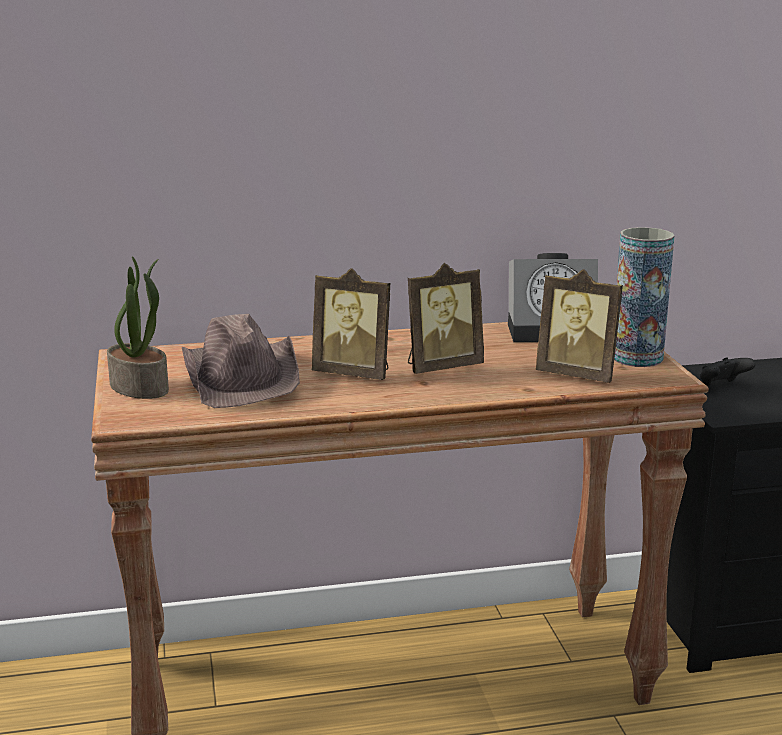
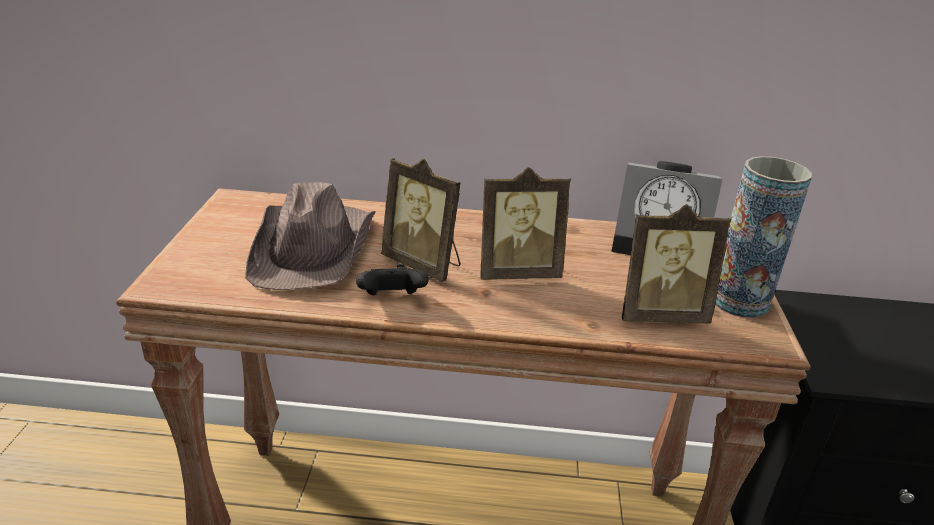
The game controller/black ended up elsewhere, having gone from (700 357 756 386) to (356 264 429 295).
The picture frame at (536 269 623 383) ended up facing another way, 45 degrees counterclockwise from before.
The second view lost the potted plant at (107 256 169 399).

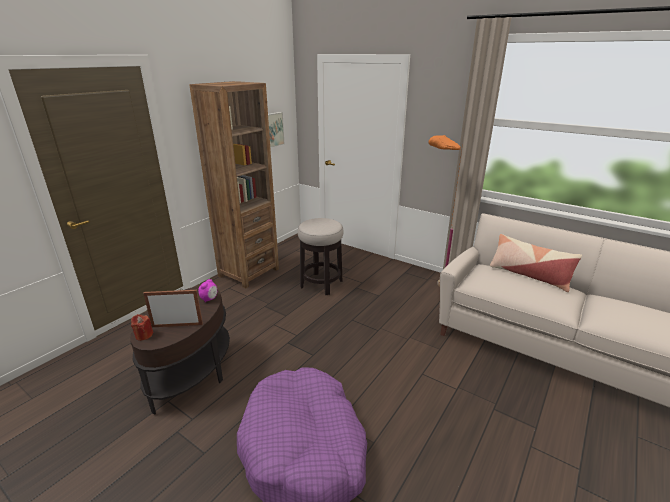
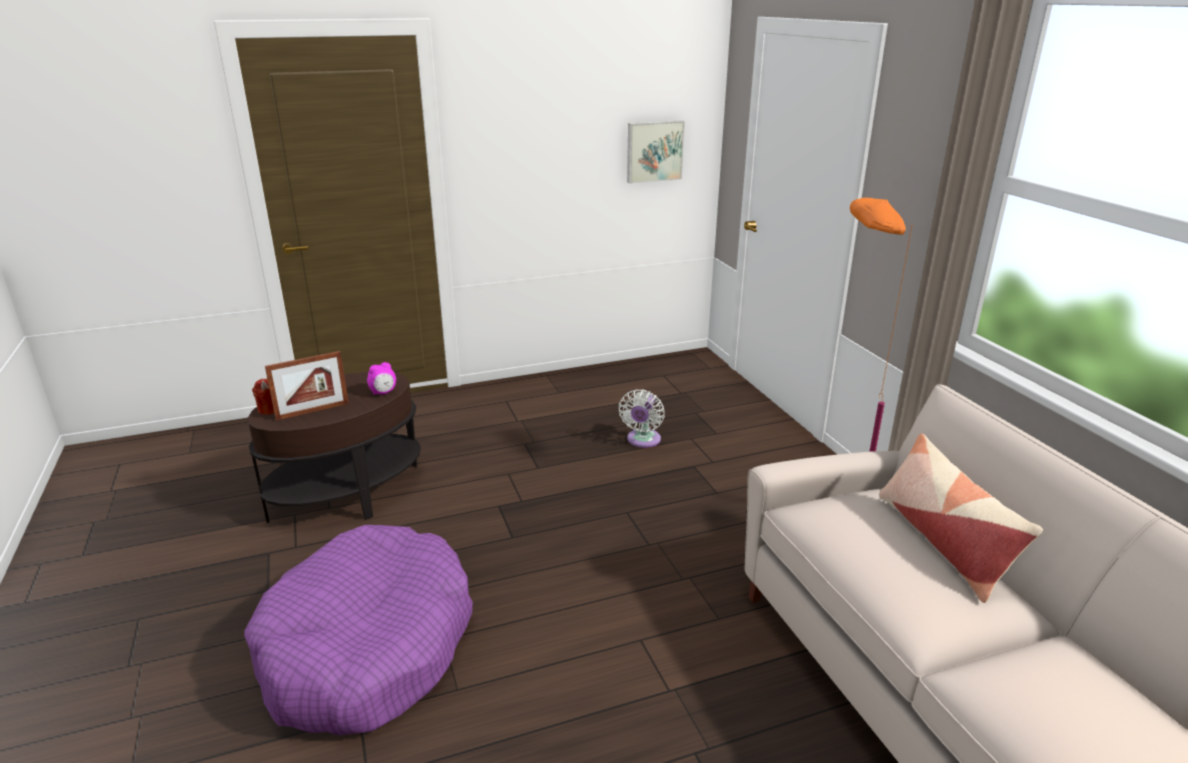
The picture frame at (143 290 203 327) ended up facing another way, 120 degrees clockwise from before.
Where the stool stood at (298 218 344 295), the fan/white came to stand at (618 389 665 448).
The second view lost the bookcase/brown at (189 81 279 289).

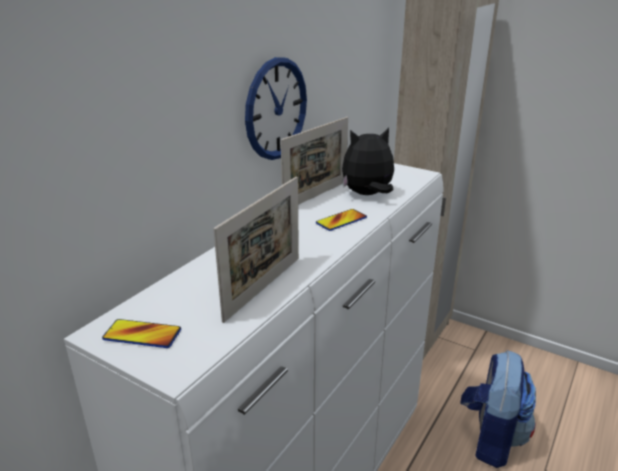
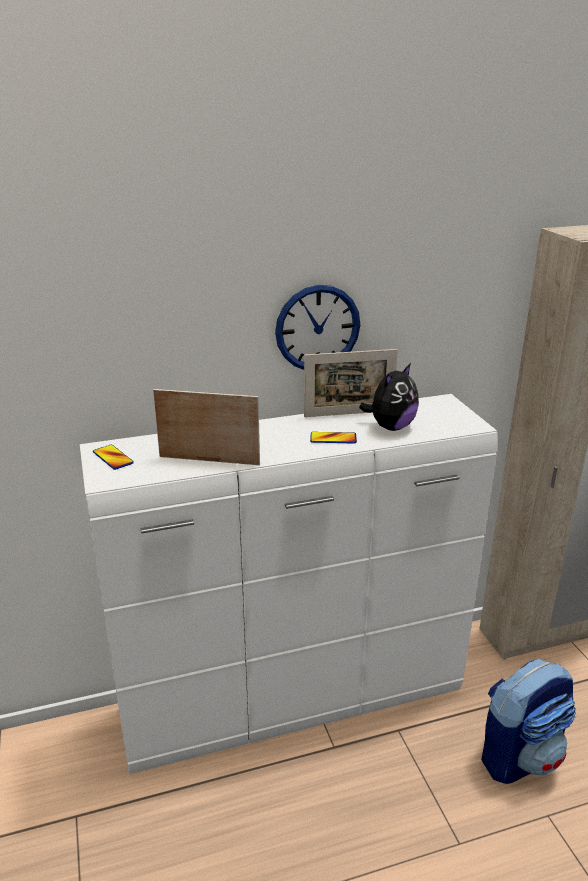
The picture frame at (213 177 299 323) ended up facing another way, 150 degrees counterclockwise from before.
The plush toy at (342 128 394 195) ended up facing another way, 105 degrees clockwise from before.

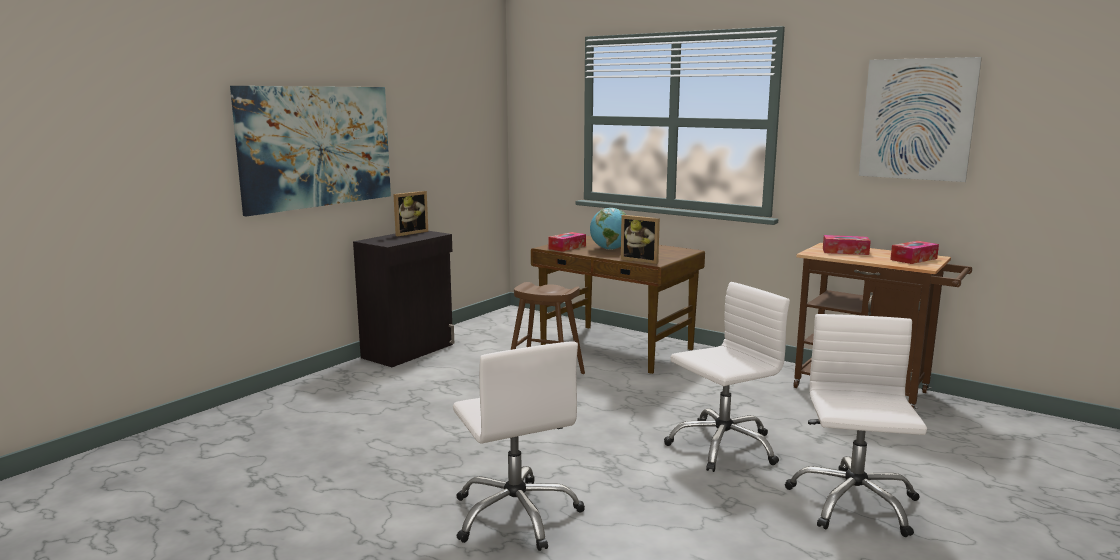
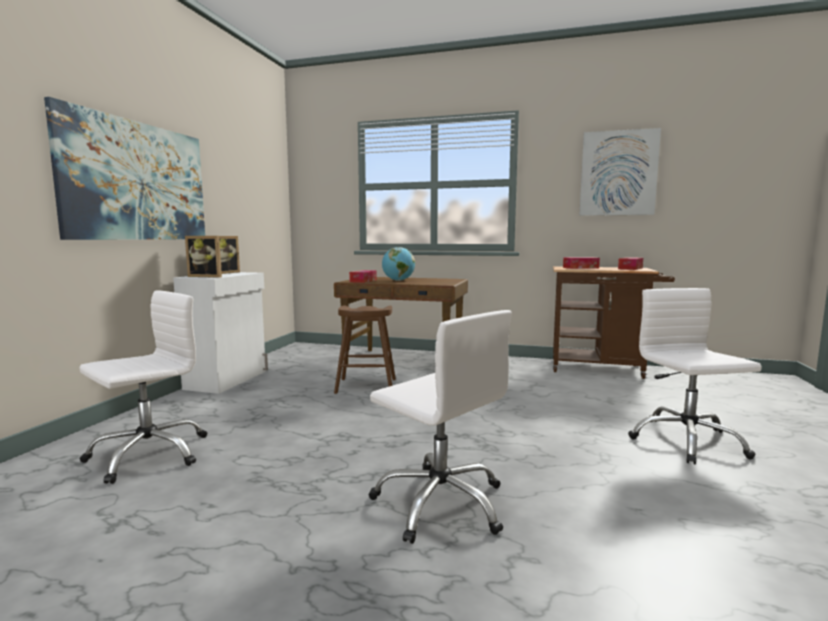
The office chair/white ended up elsewhere, having gone from (664 282 790 472) to (79 290 207 484).
What was the cabinet/black at (353 231 454 367) turned into the cabinet/white at (173 272 268 394).
The picture frame ended up elsewhere, having gone from (621 215 660 264) to (185 236 222 278).

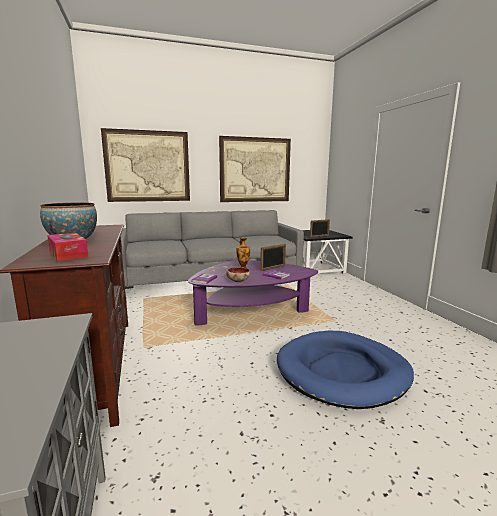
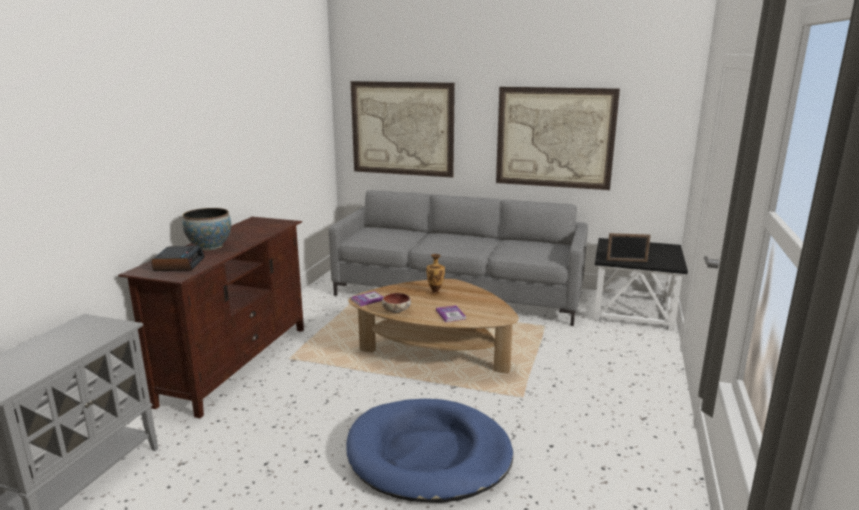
Where the tissue box stood at (47 233 88 261), the alarm clock came to stand at (151 246 205 271).
What was the coffee table/purple at (188 260 318 326) turned into the coffee table/brown at (348 279 519 373).
The second view lost the picture frame at (260 244 286 271).

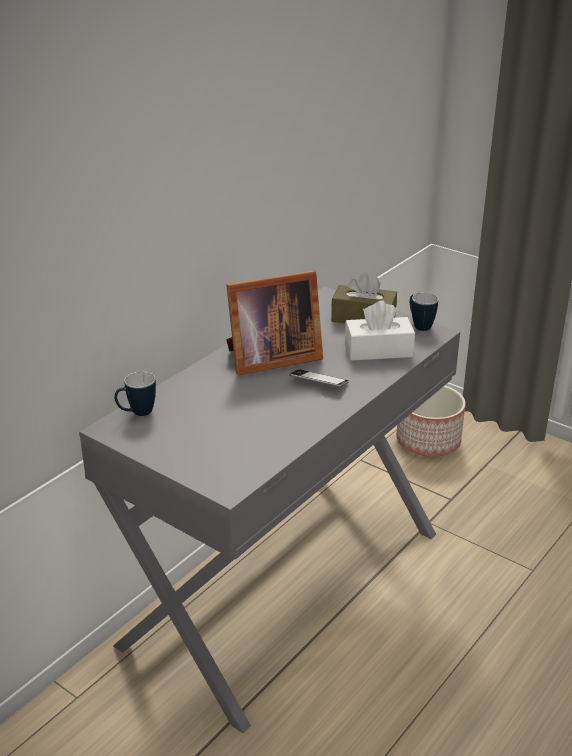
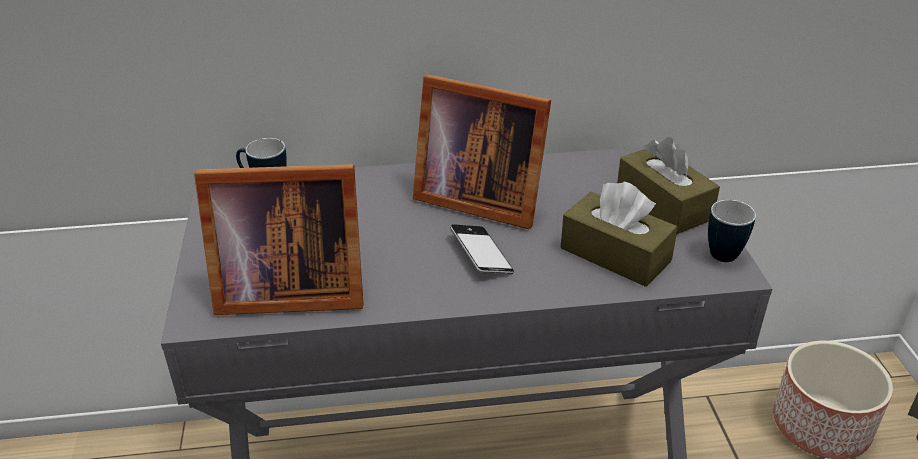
The second view gained the picture frame at (194 164 363 315).
What was the tissue box/white at (345 301 415 361) turned into the tissue box/brown at (561 182 678 287).

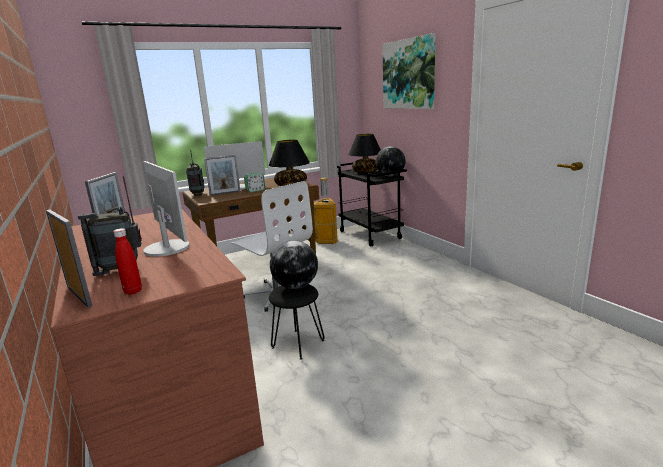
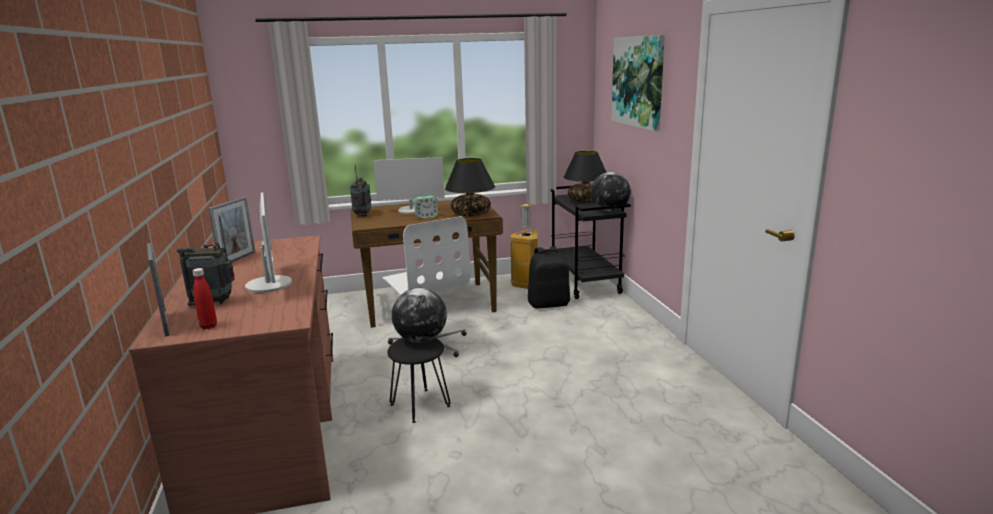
The second view gained the backpack/black at (528 246 570 308).
The second view lost the picture frame at (204 155 240 196).

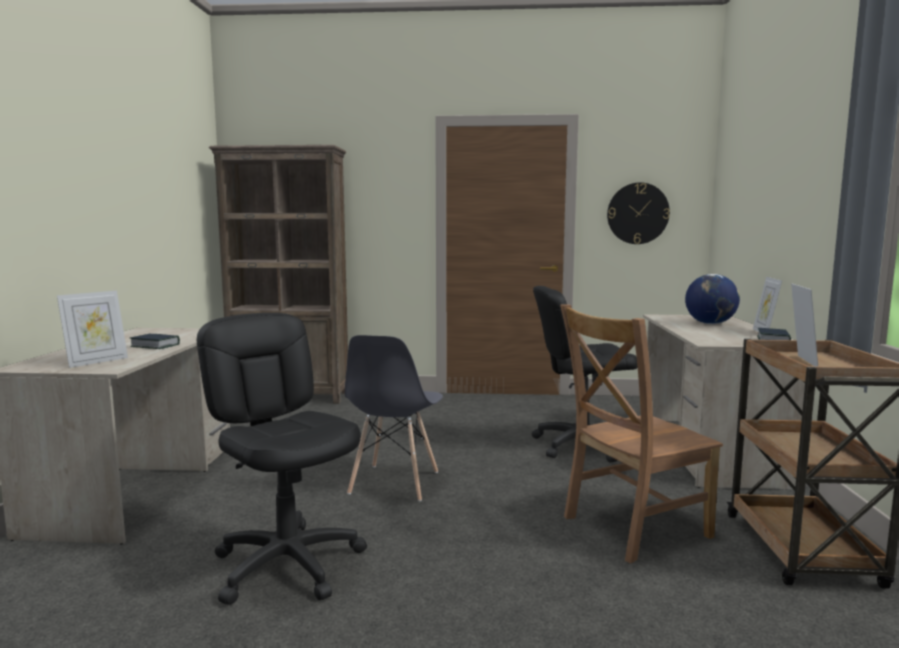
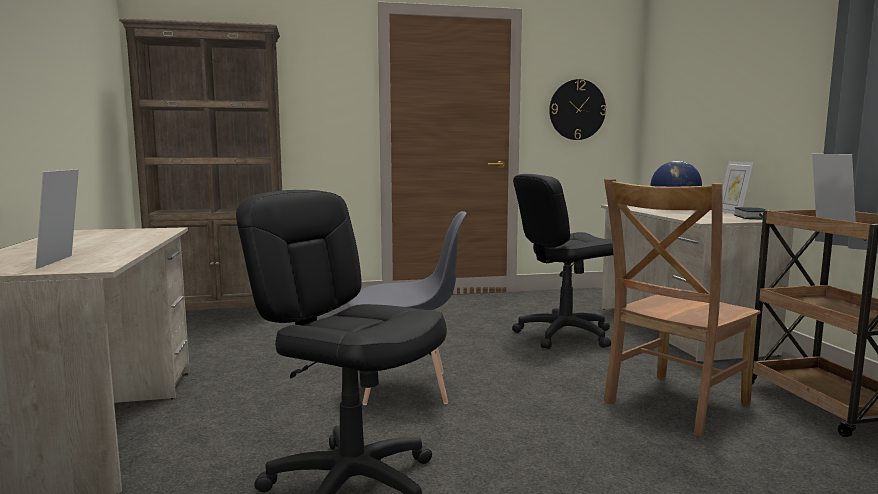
The picture frame at (57 291 128 368) ended up facing another way, 150 degrees clockwise from before.
The chair/grey at (345 335 443 501) ended up facing another way, 90 degrees counterclockwise from before.
The second view lost the book at (130 334 180 349).

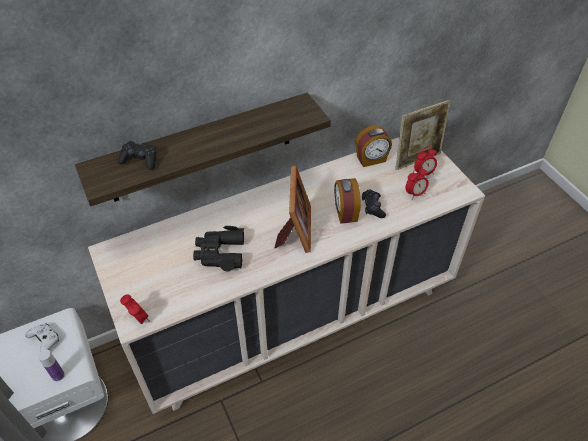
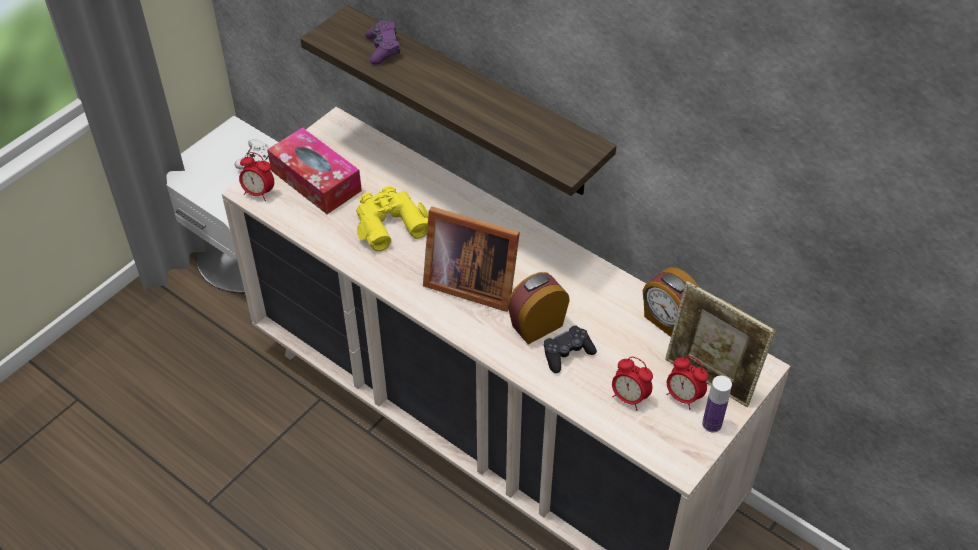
The alarm clock at (120 294 150 324) ended up facing another way, 90 degrees clockwise from before.
The second view gained the tissue box at (267 127 362 214).
What was the binoculars/black at (193 226 244 271) turned into the binoculars/yellow at (356 186 428 252).
What was the game controller/black at (118 141 156 170) turned into the game controller/purple at (365 21 400 65).
The picture frame at (275 166 311 253) ended up facing another way, 45 degrees clockwise from before.
The bottle ended up elsewhere, having gone from (38 349 65 381) to (702 375 732 432).

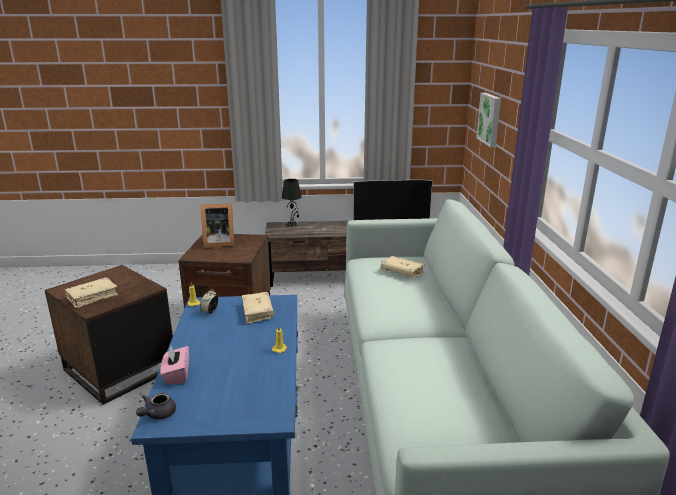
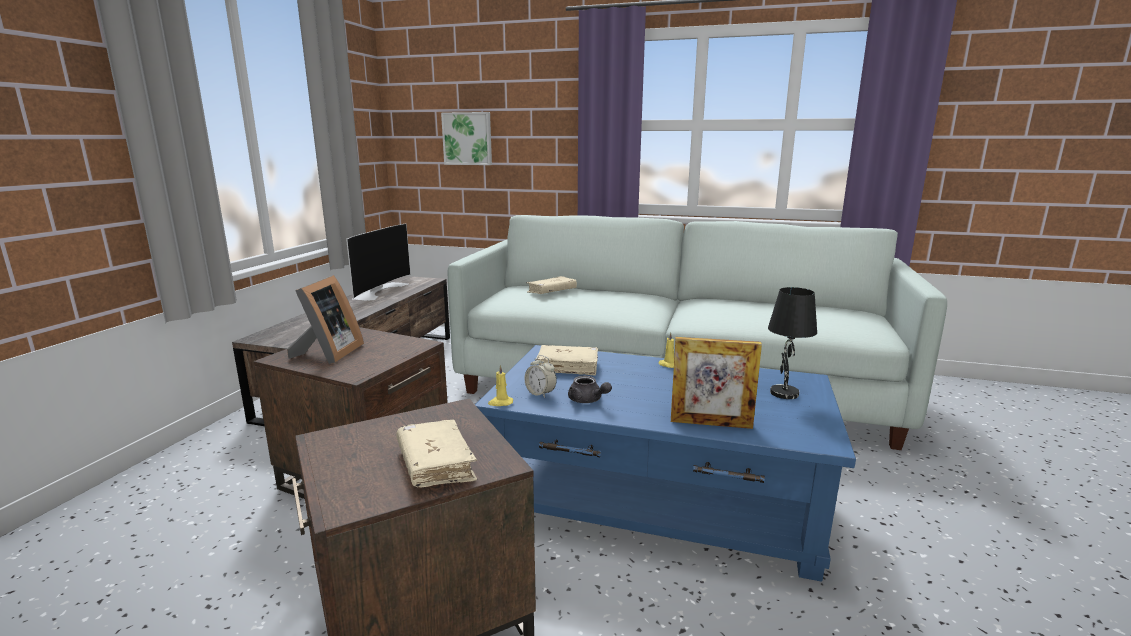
The teapot/grey ended up elsewhere, having gone from (136 393 176 420) to (568 376 612 403).
Where the tissue box/pink stood at (160 346 189 385), the picture frame came to stand at (671 337 762 429).
The table lamp/black ended up elsewhere, having gone from (282 179 301 227) to (768 287 817 399).

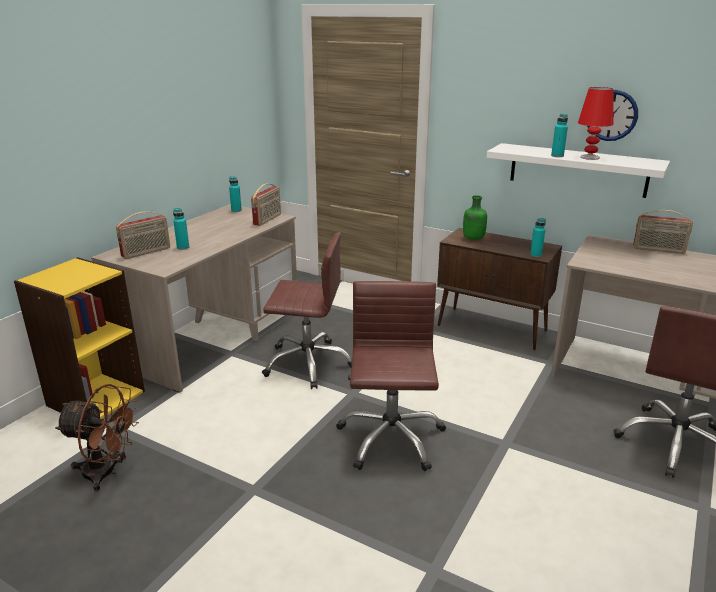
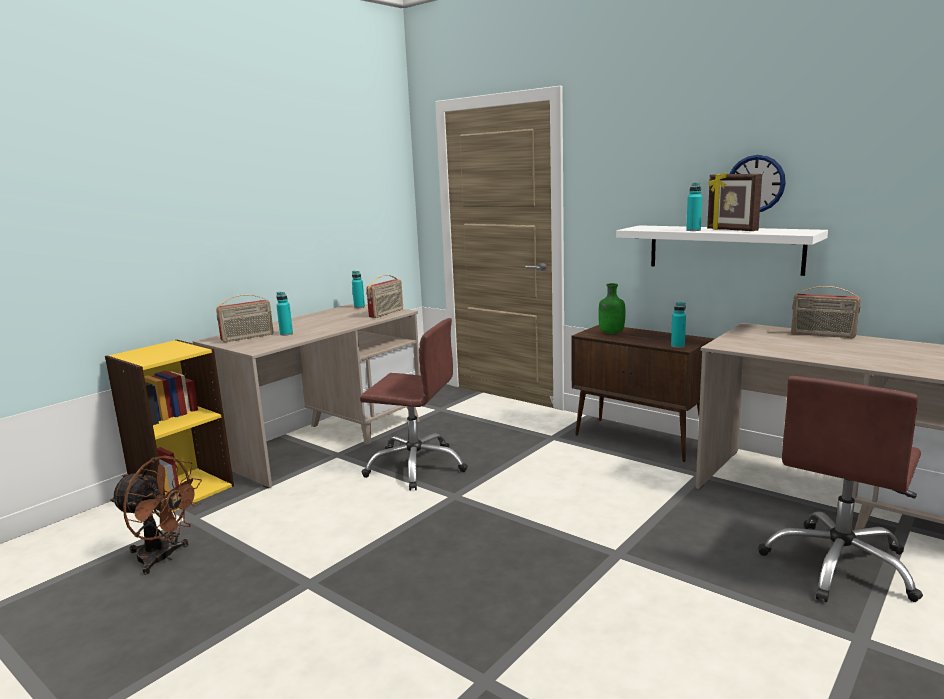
Where the table lamp/red stood at (578 87 614 160), the picture frame came to stand at (707 172 762 231).
The second view lost the office chair/brown at (336 281 446 471).

